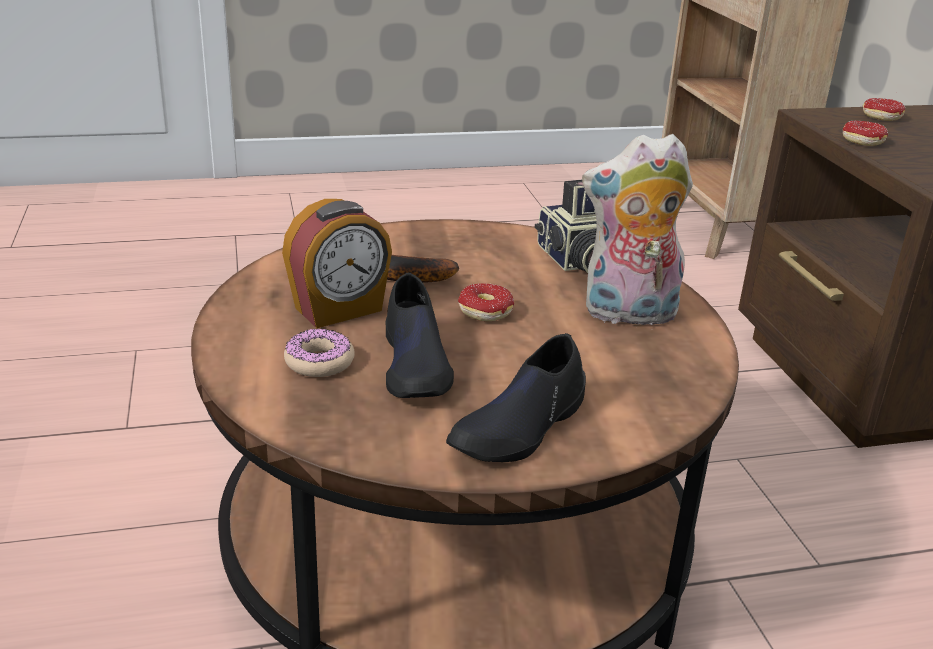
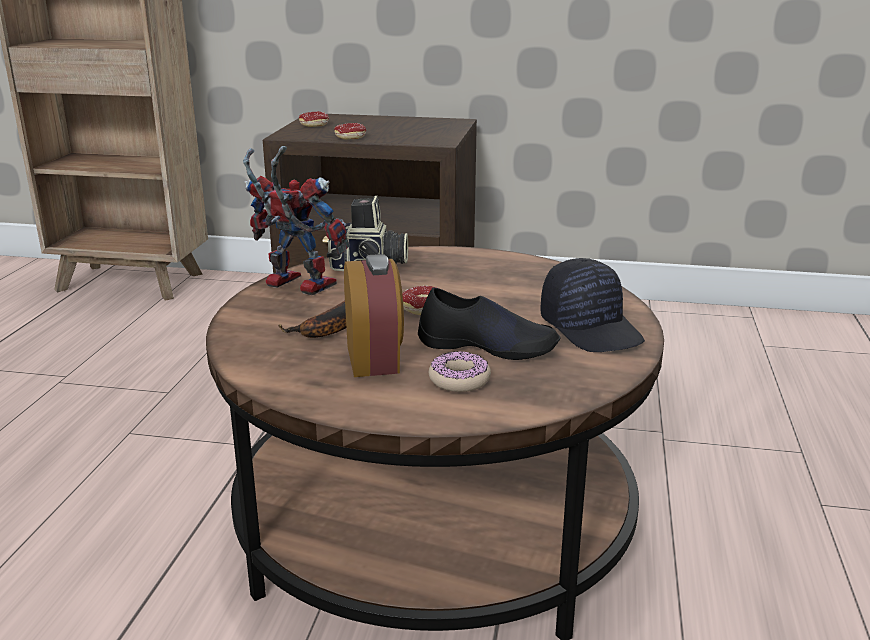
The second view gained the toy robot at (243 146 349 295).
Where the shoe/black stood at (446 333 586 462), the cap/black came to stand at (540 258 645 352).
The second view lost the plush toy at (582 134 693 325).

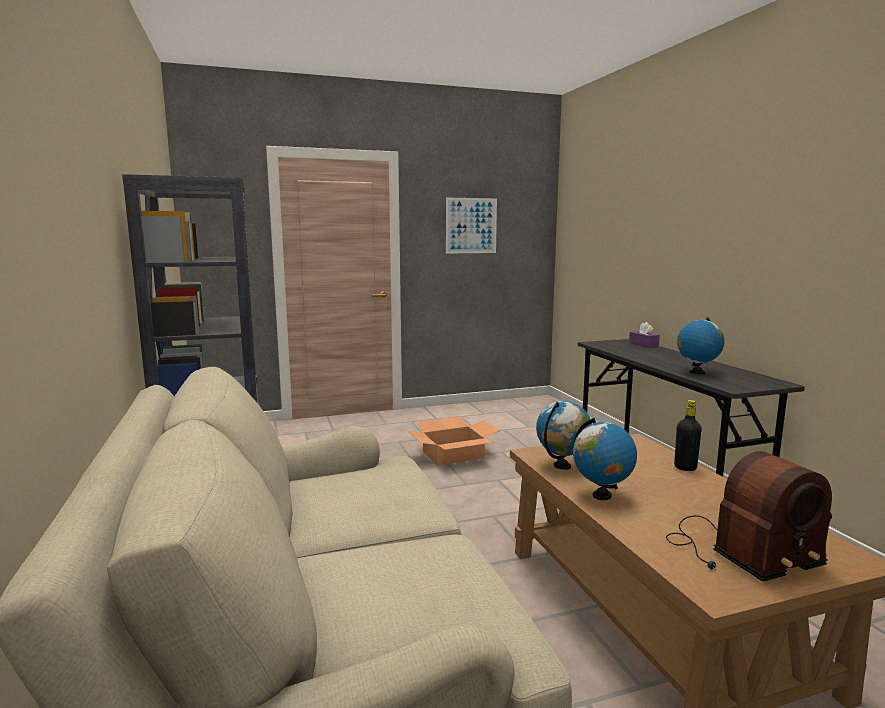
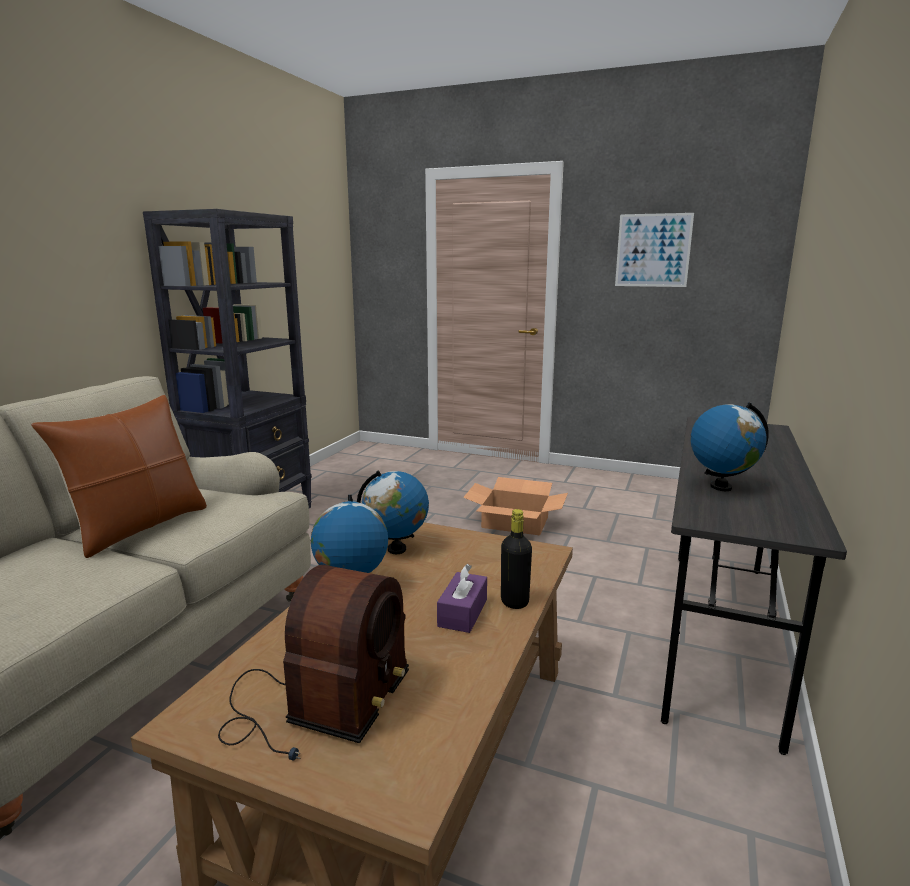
The second view gained the pillow/brown at (31 395 207 558).
The radio at (666 451 832 582) ended up facing another way, 90 degrees counterclockwise from before.
The tissue box/purple ended up elsewhere, having gone from (629 322 660 348) to (437 564 487 633).

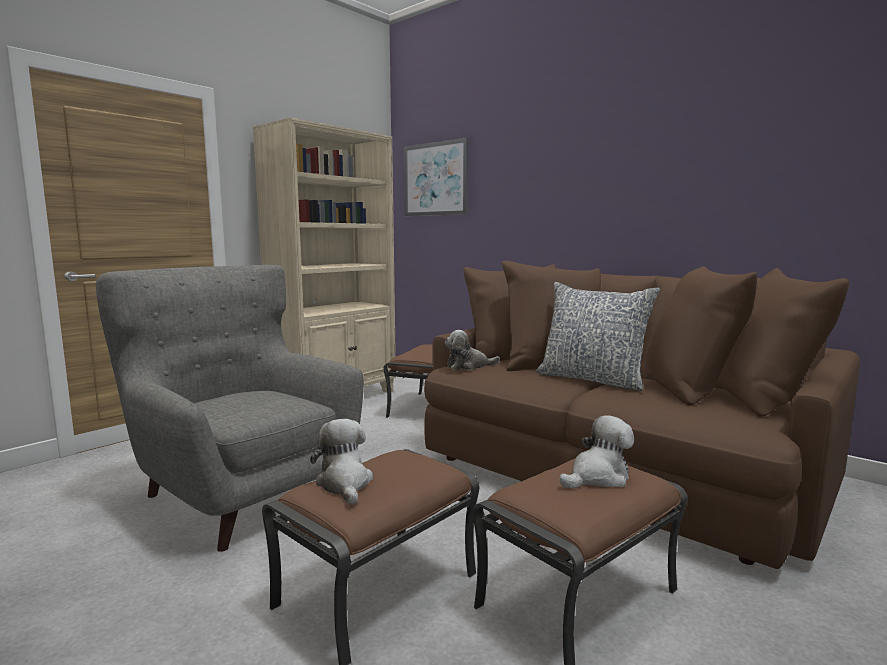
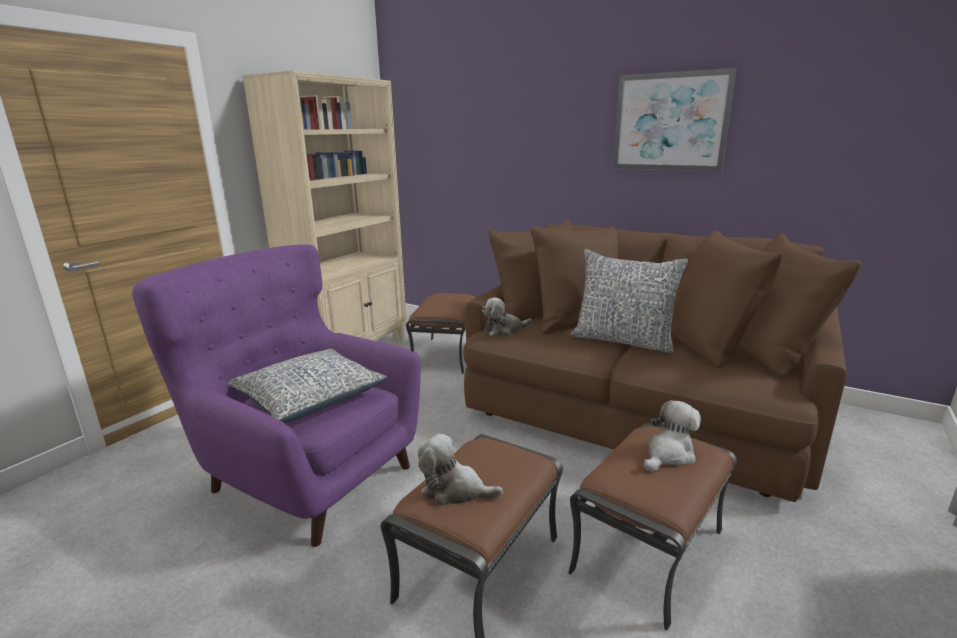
What was the armchair/grey at (96 265 364 552) turned into the armchair/purple at (132 244 421 547).
The second view gained the pillow at (228 349 387 423).
The plush toy at (310 419 373 505) ended up facing another way, 45 degrees counterclockwise from before.
The picture ended up elsewhere, having gone from (404 137 469 216) to (613 68 737 171).

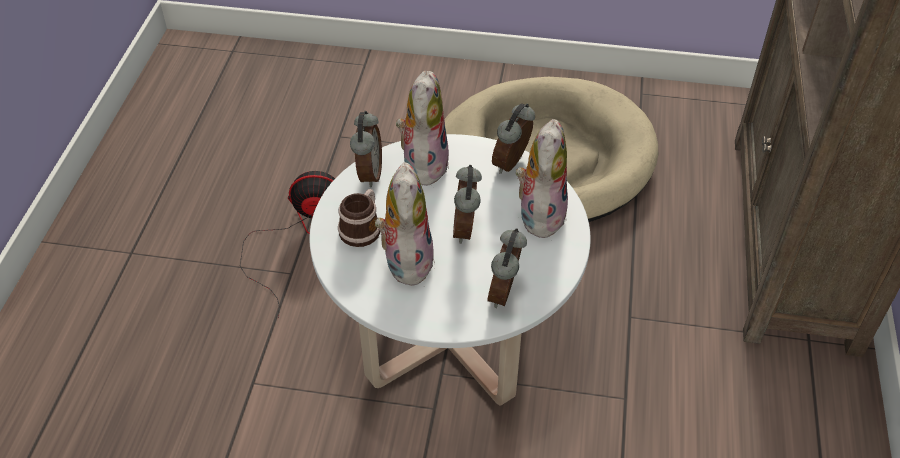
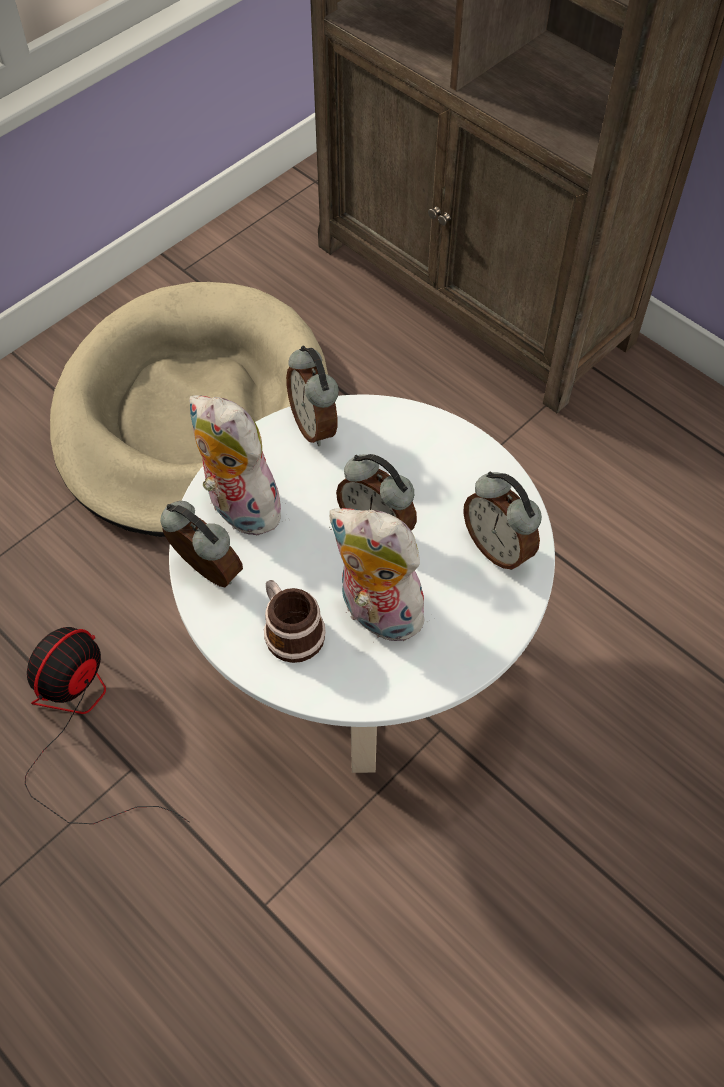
The second view lost the plush toy at (516 119 568 241).

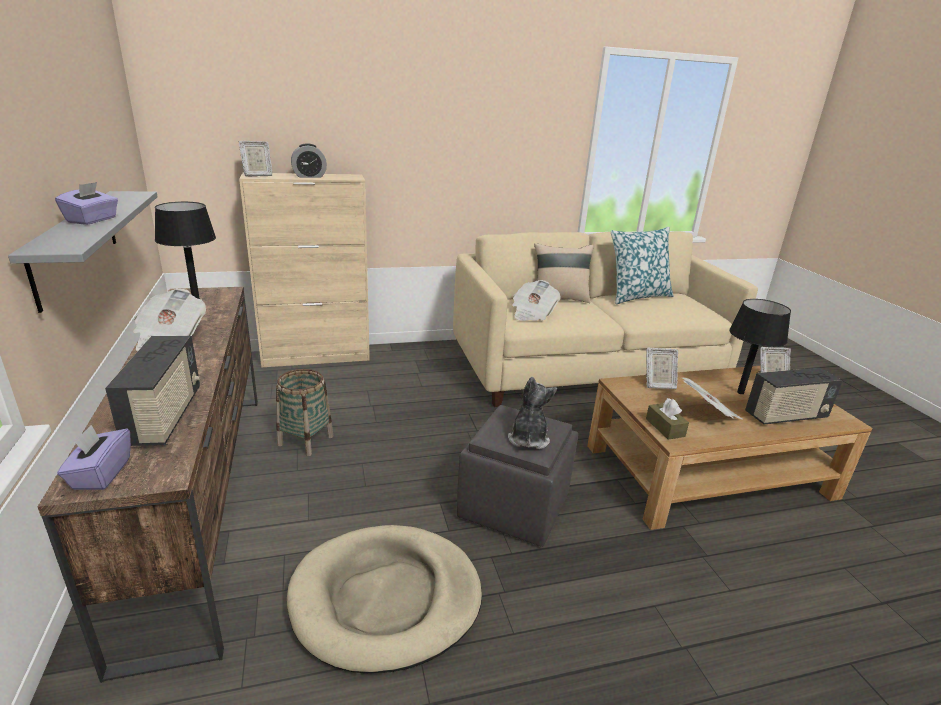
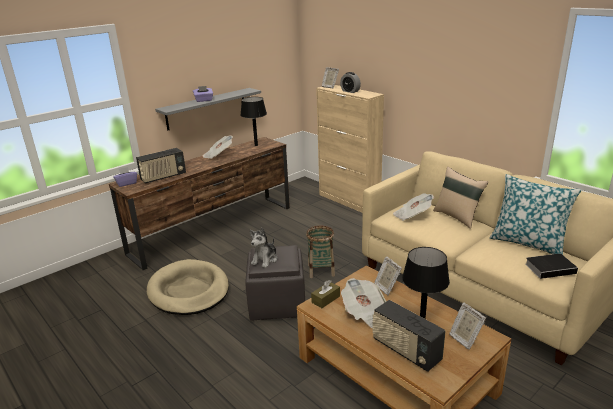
The plush toy at (508 377 557 449) ended up facing another way, 135 degrees clockwise from before.
The basket ended up elsewhere, having gone from (276 369 333 456) to (306 226 335 278).
The second view gained the book at (525 253 578 279).

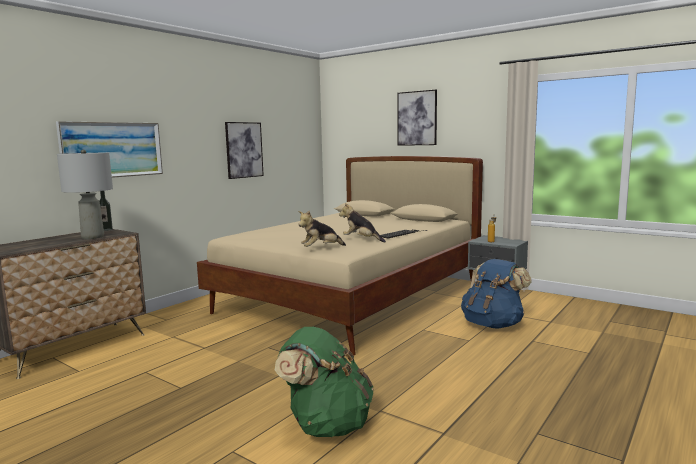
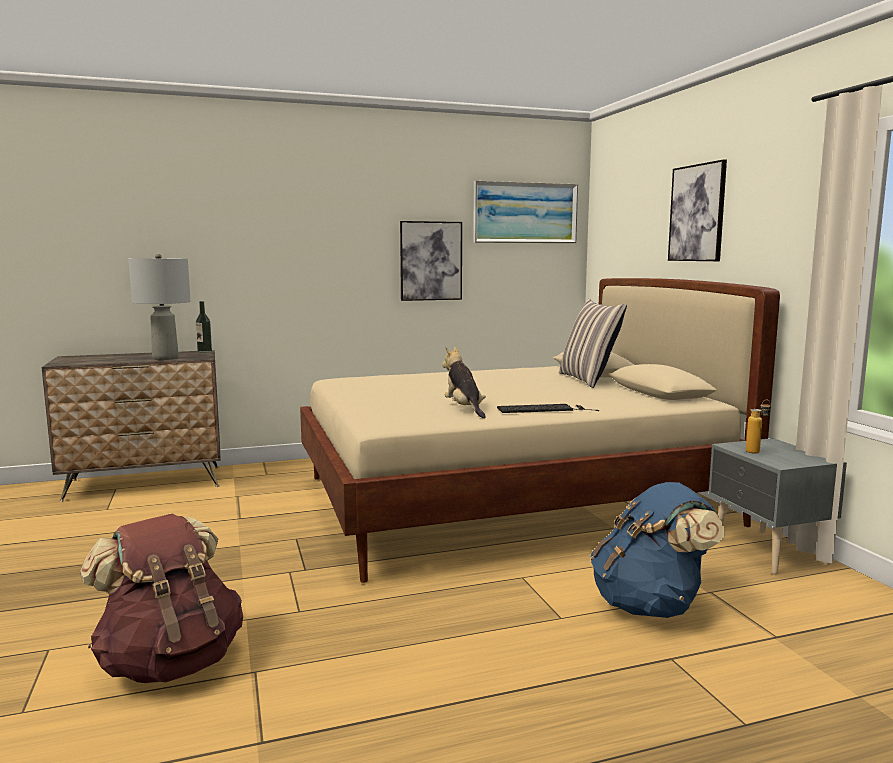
What was the backpack/green at (275 327 374 437) turned into the backpack/brown at (80 514 243 683).
The picture ended up elsewhere, having gone from (56 121 163 178) to (473 181 578 243).
The second view gained the pillow at (559 299 627 388).
The second view lost the plush toy at (298 210 346 247).

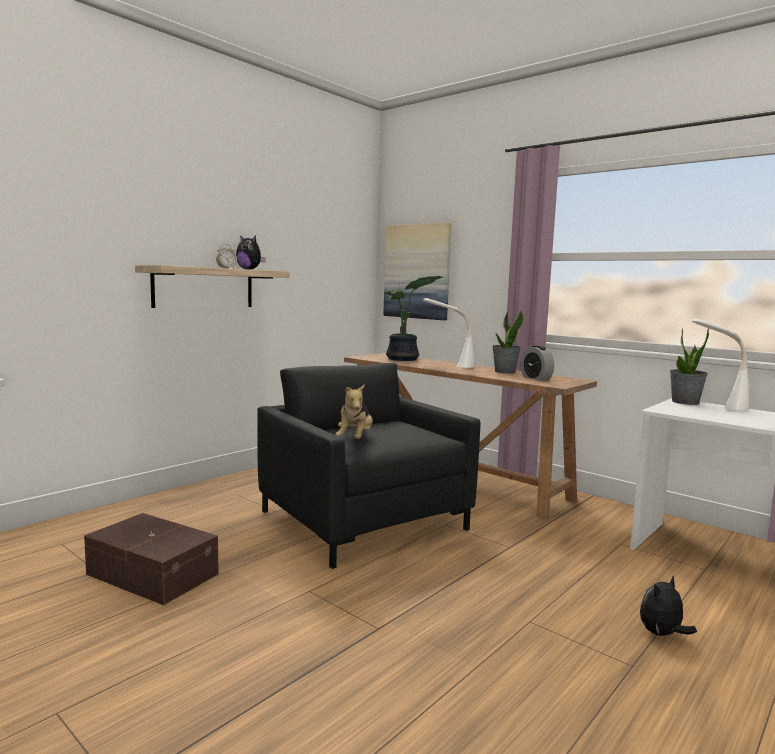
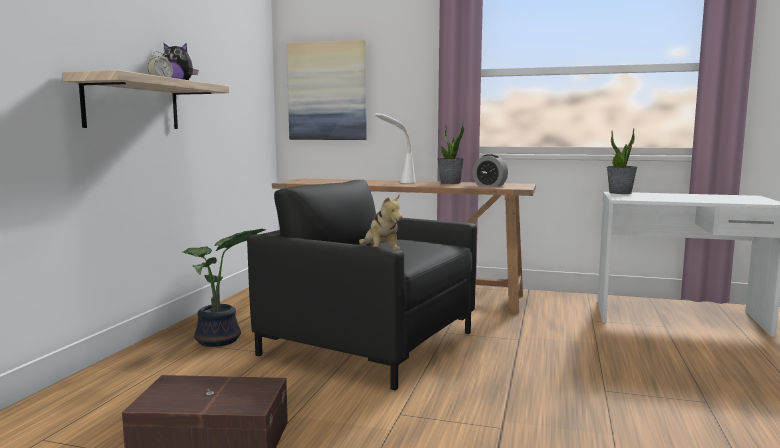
The potted plant ended up elsewhere, having gone from (385 276 443 361) to (182 229 266 347).
The second view lost the plush toy at (640 576 697 636).
The second view lost the table lamp/white at (692 319 749 411).

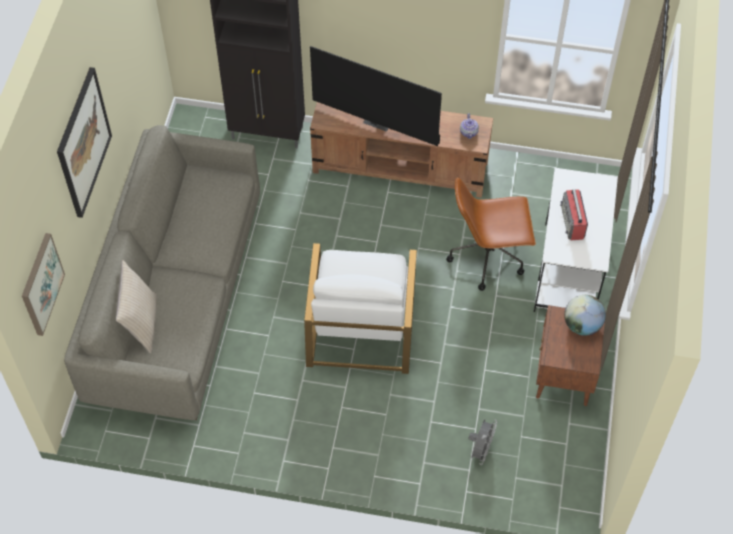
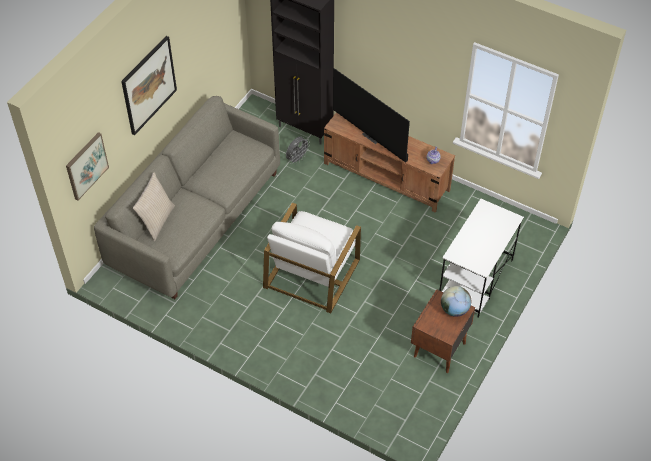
The fan/grey ended up elsewhere, having gone from (468 419 497 465) to (286 136 310 164).
The second view lost the office chair/brown at (446 177 536 291).
The second view lost the radio at (560 189 588 240).

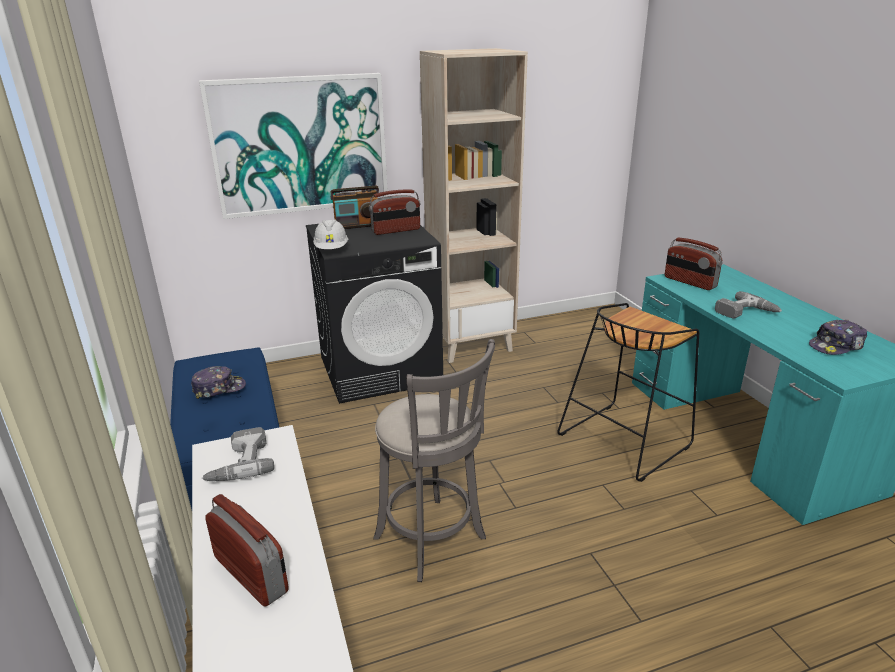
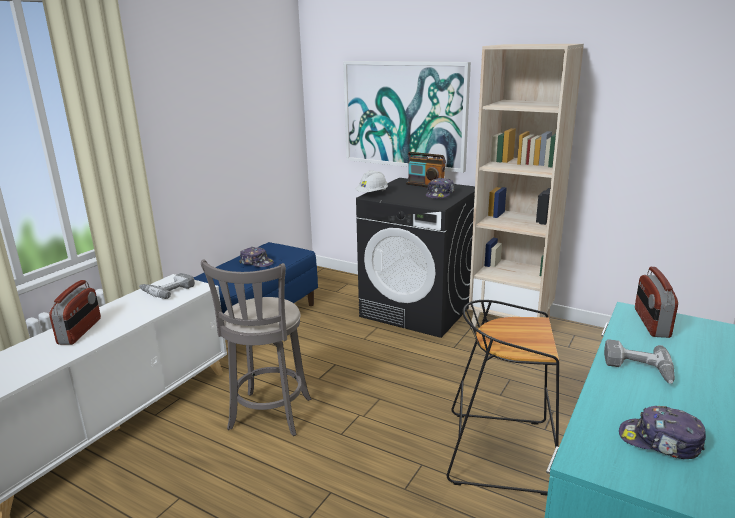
Where the radio stood at (369 190 420 235), the cap came to stand at (426 177 455 199).

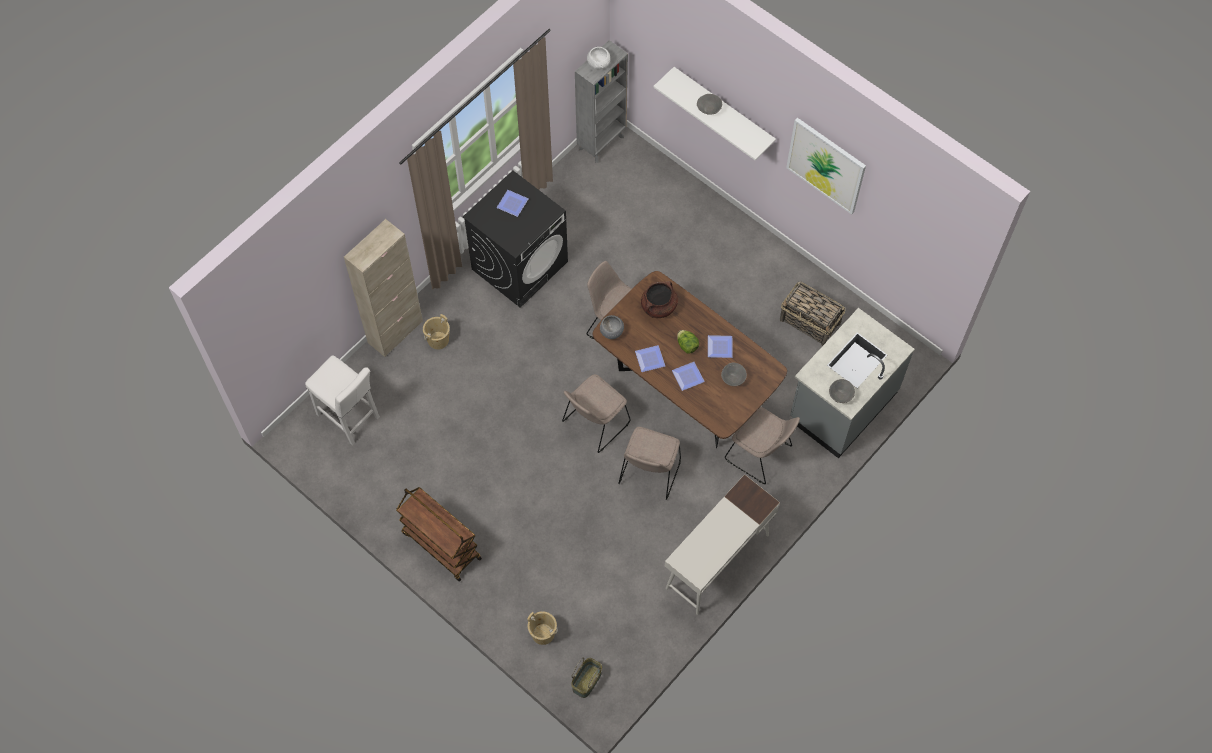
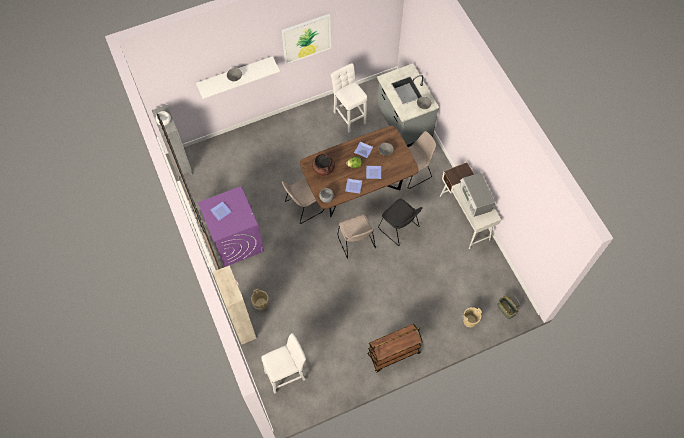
What was the washing machine/black at (463 170 568 308) turned into the washing machine/purple at (198 186 264 267).
Where the basket stood at (780 281 845 346), the stool/white came to stand at (331 63 367 133).
What was the chair/beige at (618 427 681 500) turned into the chair/black at (378 199 422 246).
The second view gained the microwave at (460 173 495 217).

